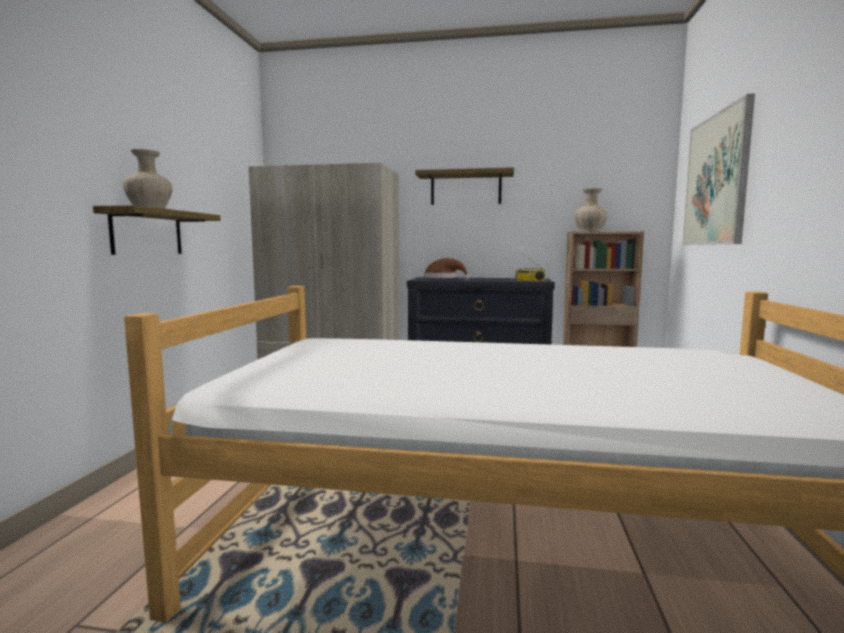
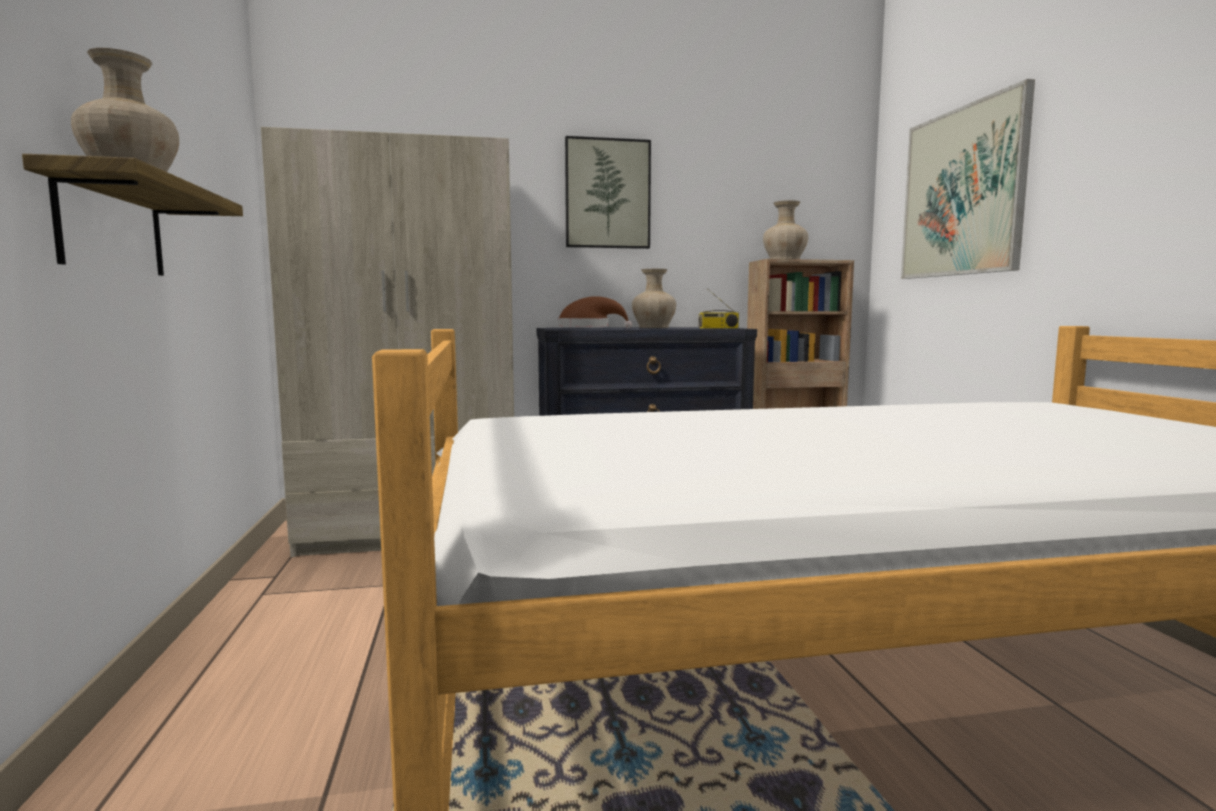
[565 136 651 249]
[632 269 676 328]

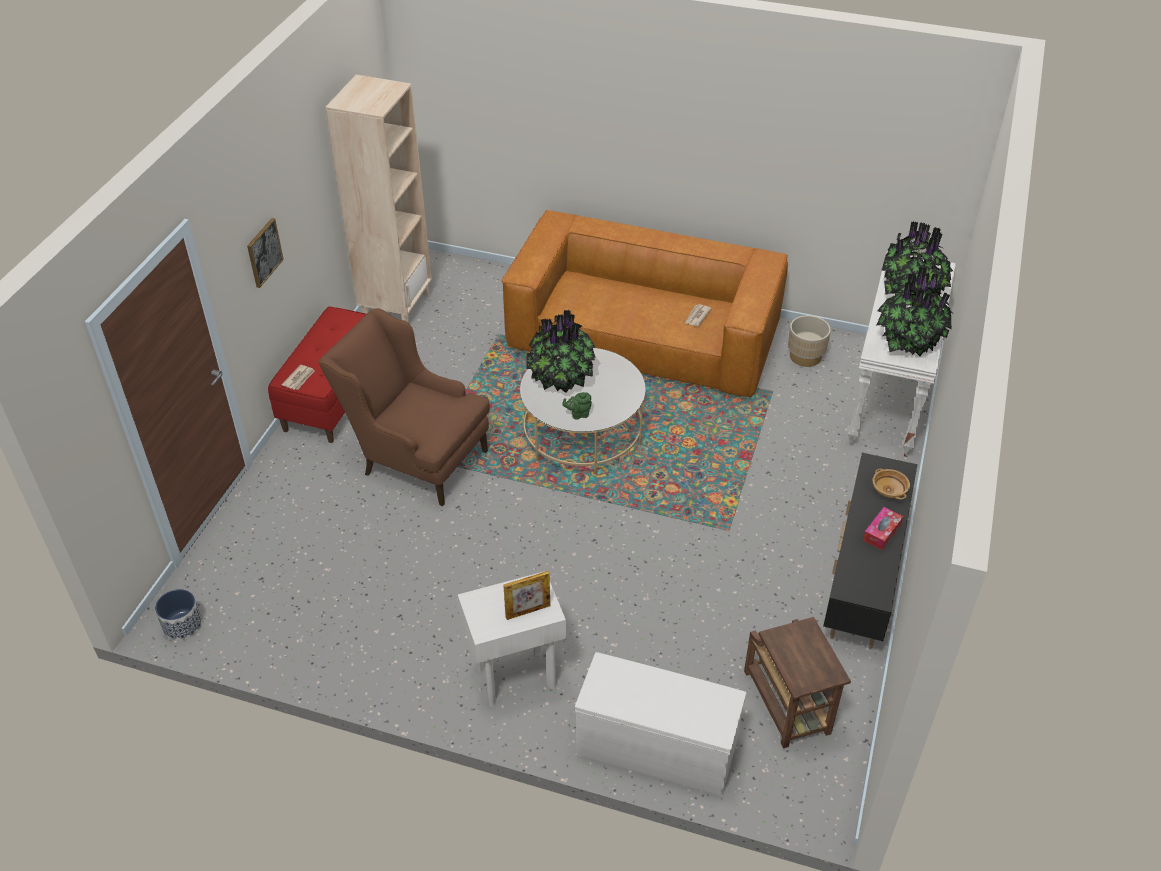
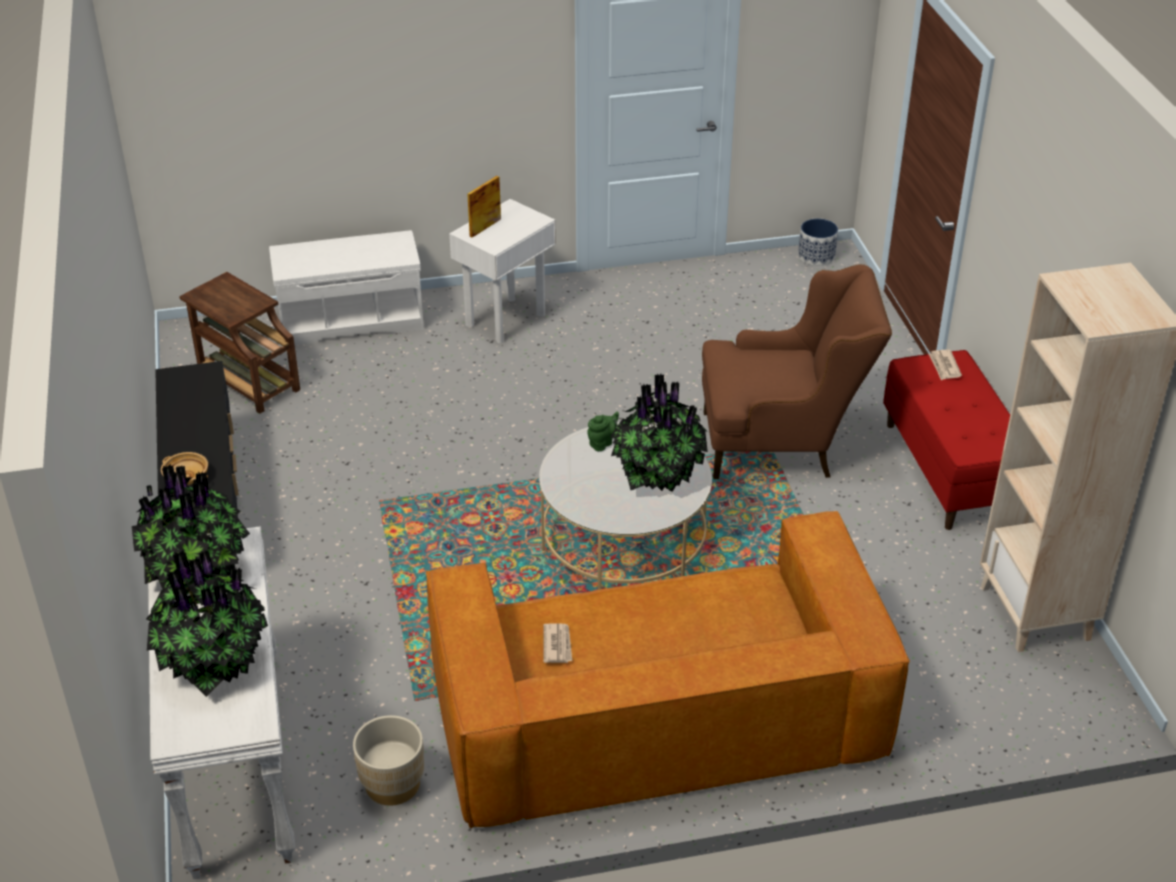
[247 218 284 288] (first image)
[863 507 903 550] (first image)

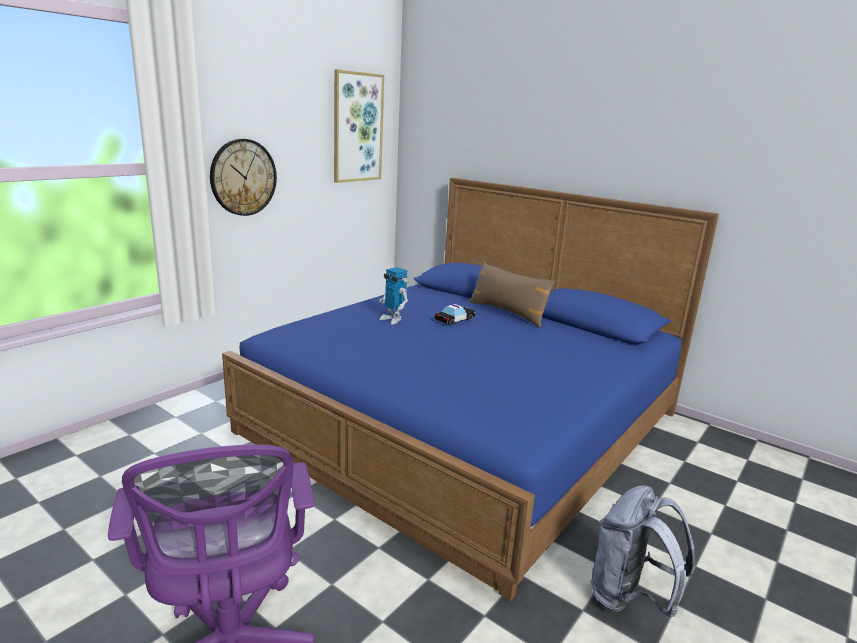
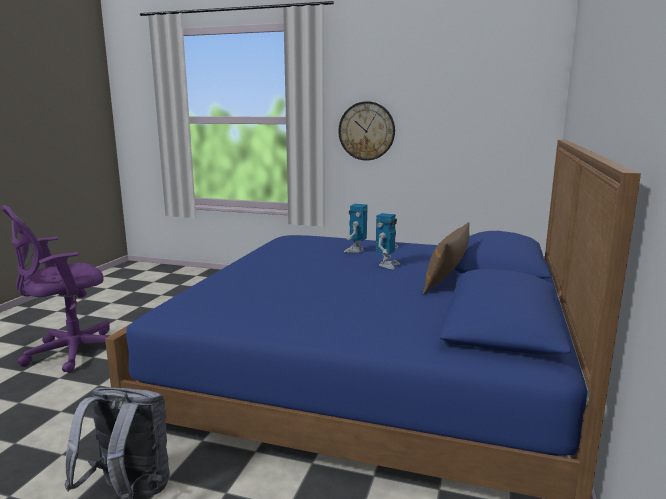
[376 213 401 269]
[334 69 384 183] (first image)

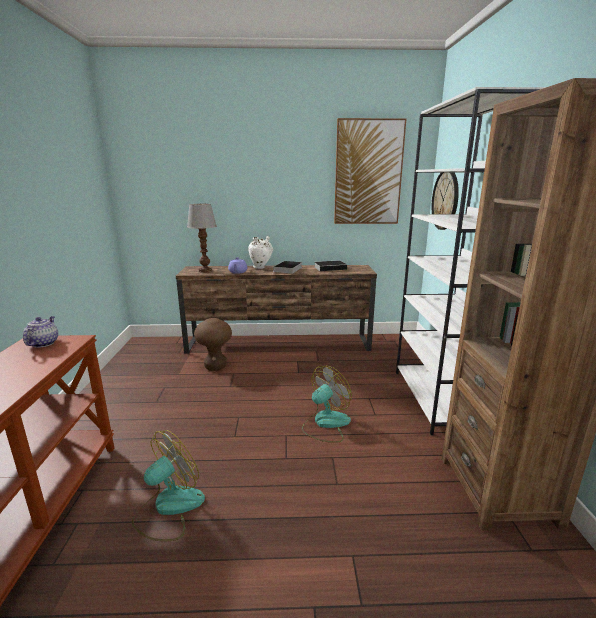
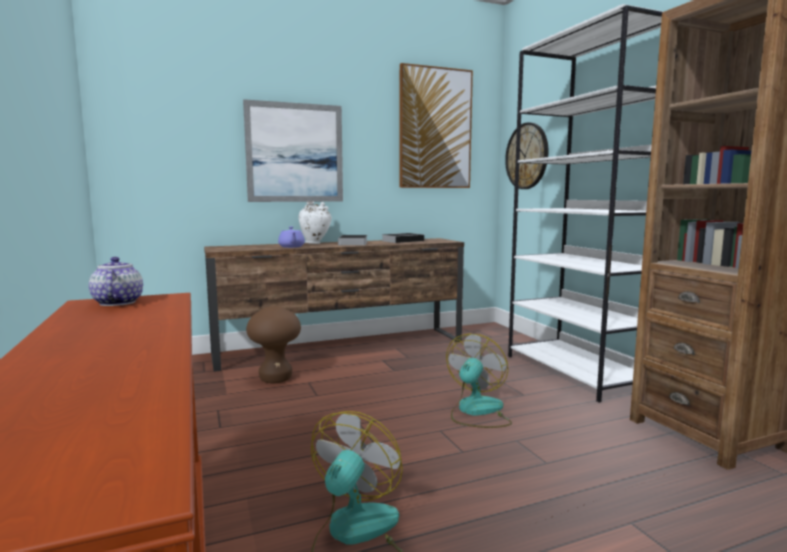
[243 99 343 202]
[187 204 217 273] (first image)

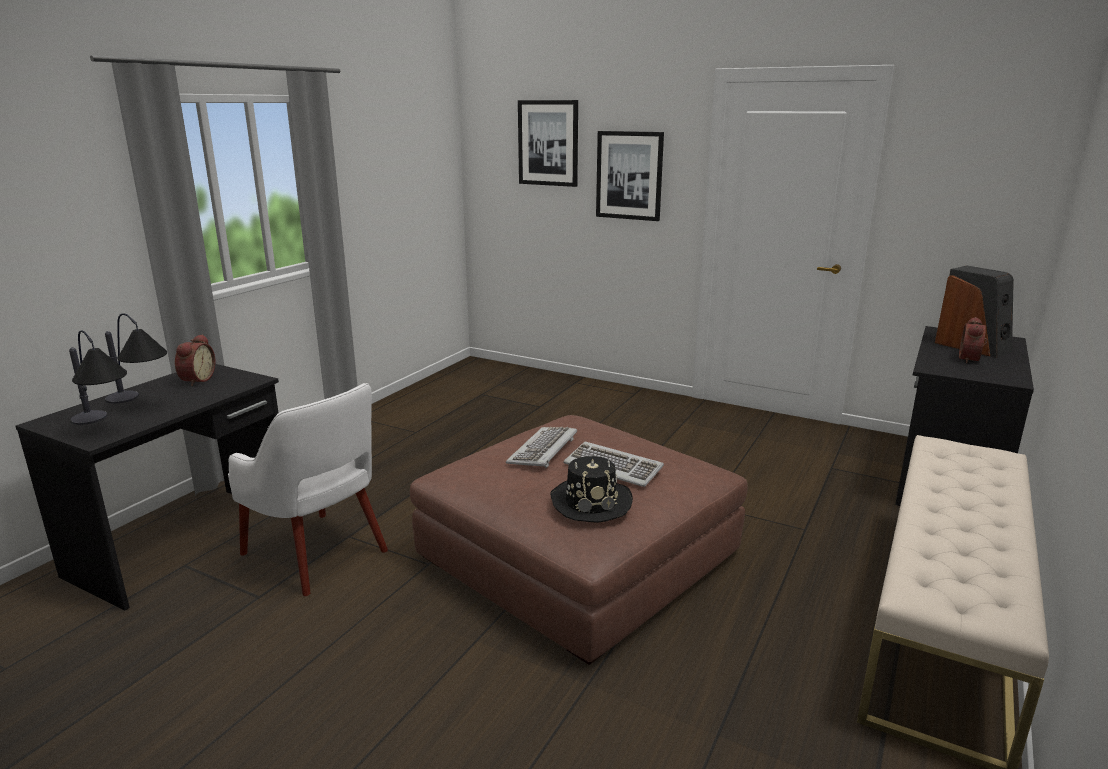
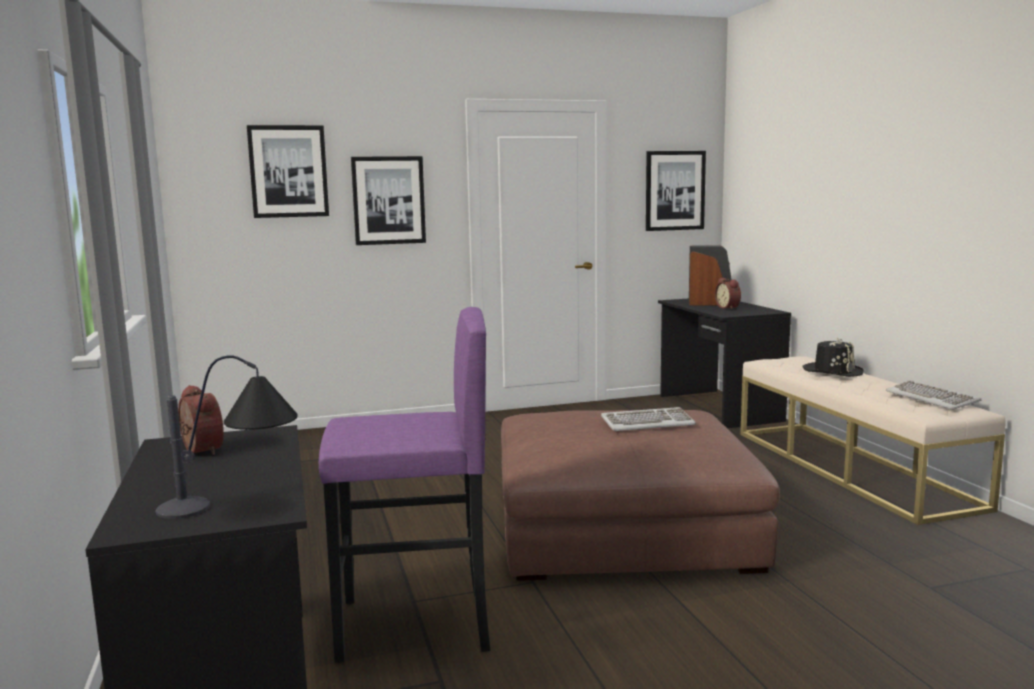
[319 307 490 663]
[646 151 706 231]
[802 338 864 377]
[886 380 981 410]
[105 313 167 404] (first image)

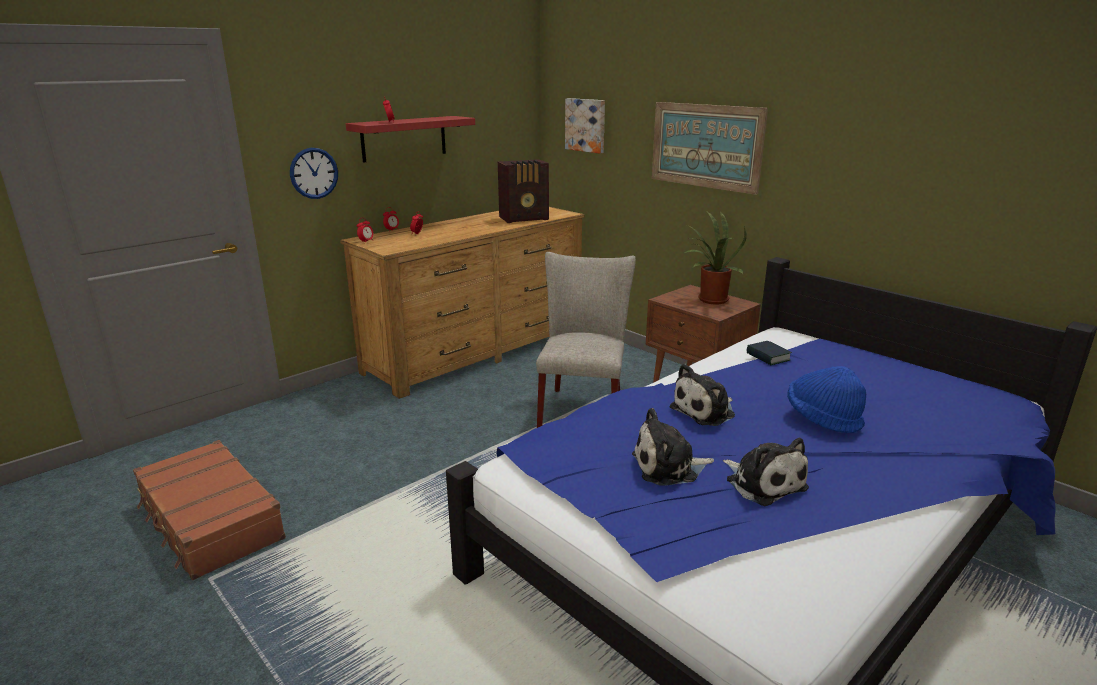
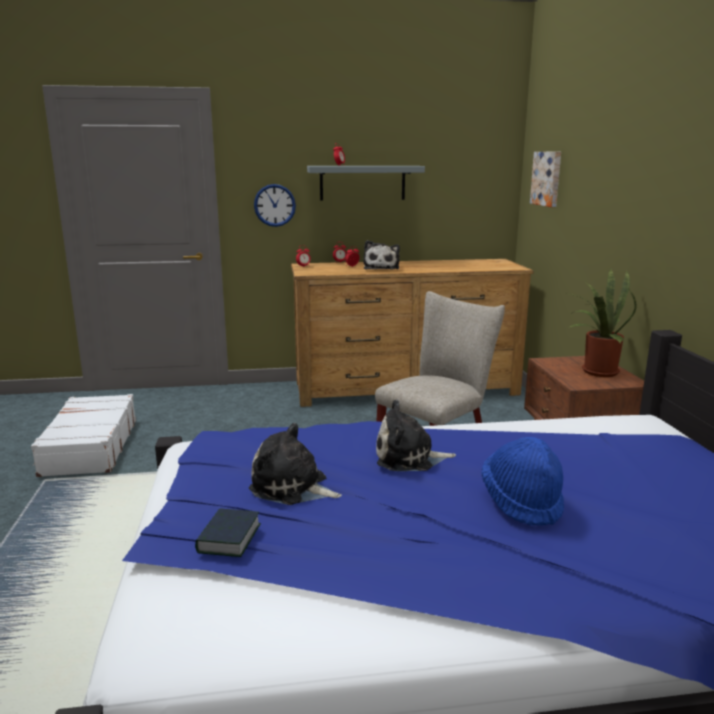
[31 394 136 477]
[195 508 261 557]
[307 166 425 200]
[363 240 400 270]
[498 159 549 223] (first image)
[652 102 768 195] (first image)

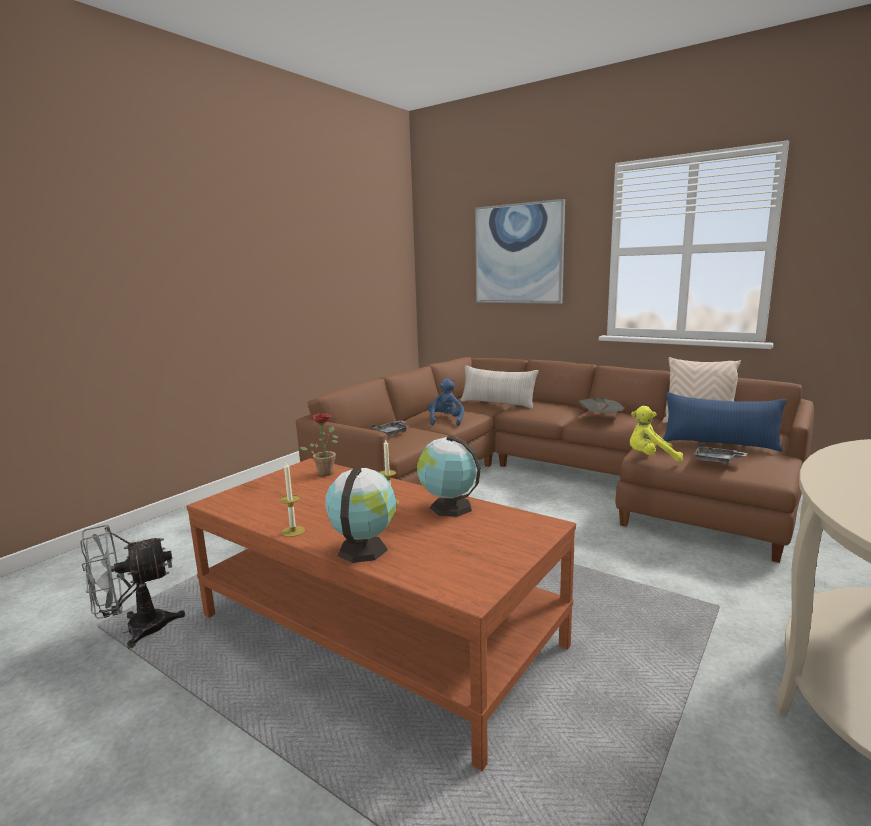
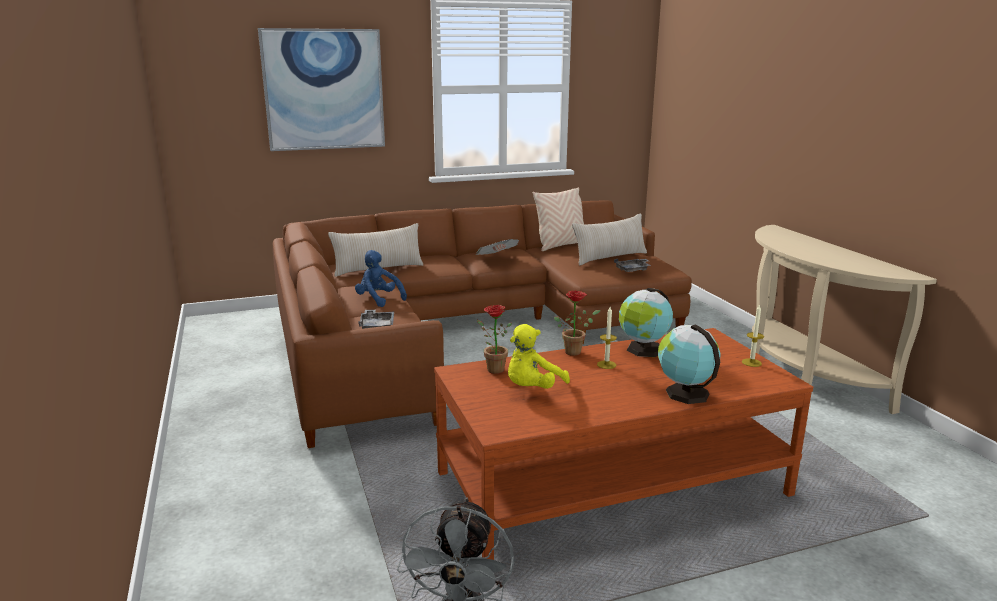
[508 324 570 389]
[554 290 601 356]
[572 213 647 265]
[742 304 764 367]

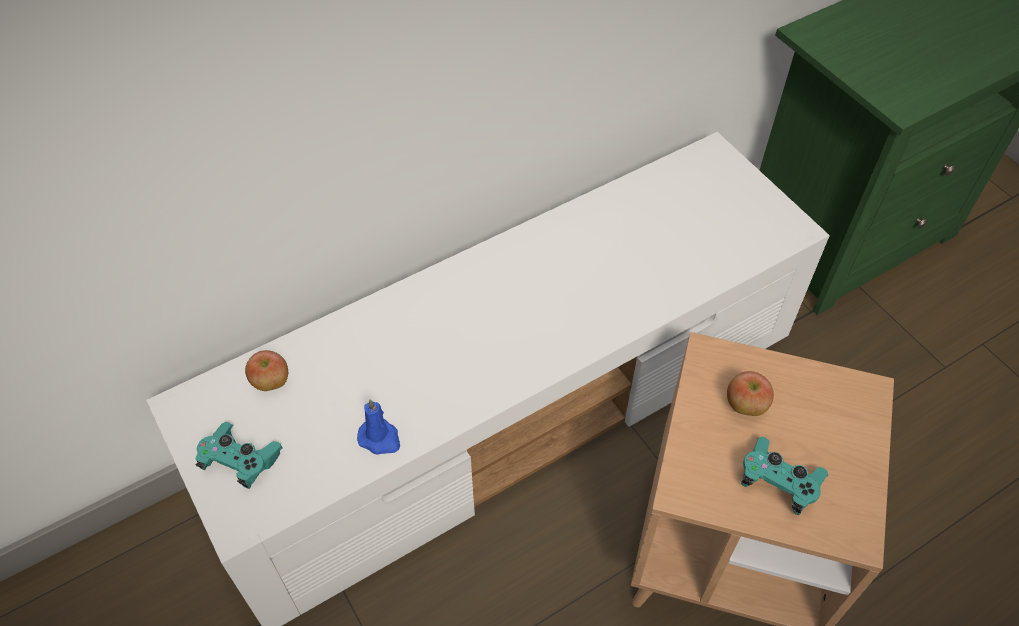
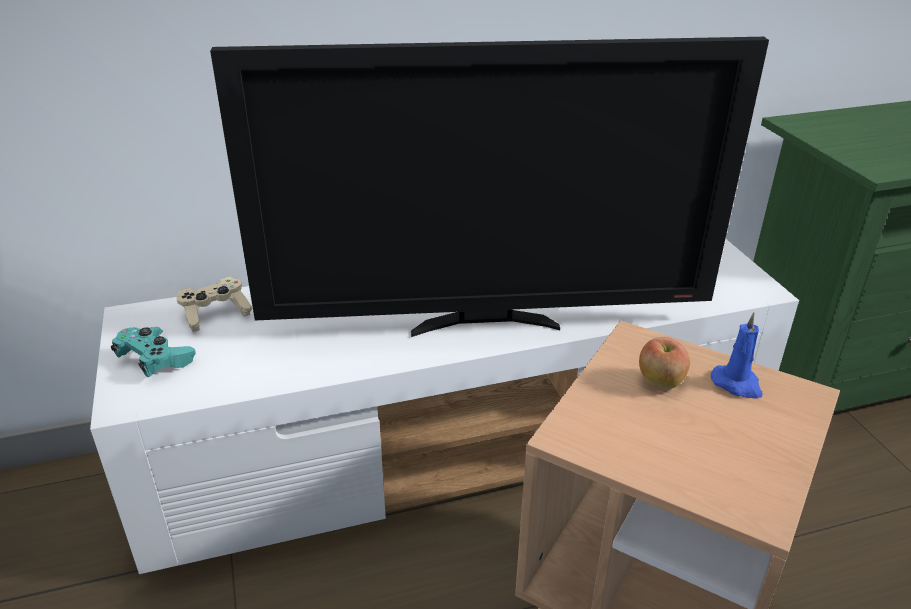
[176 277 253 332]
[210 37 769 337]
[711 312 763 399]
[741 437 828 515] (first image)

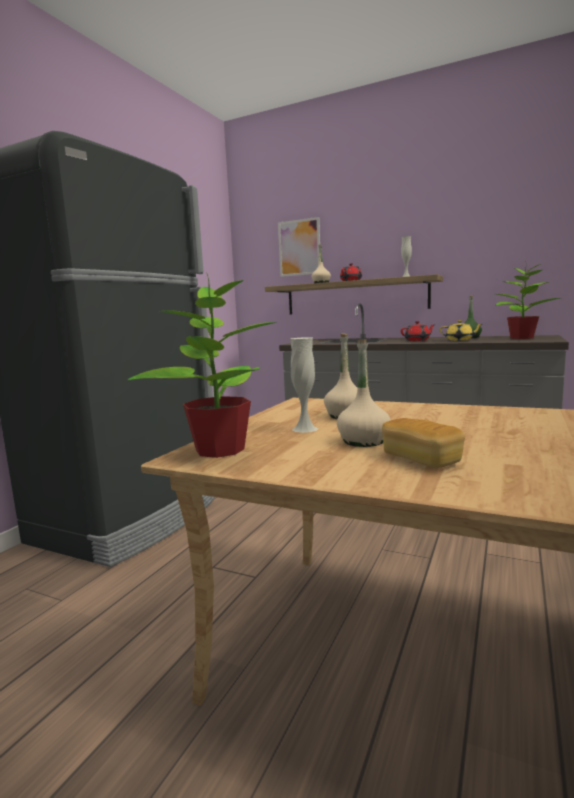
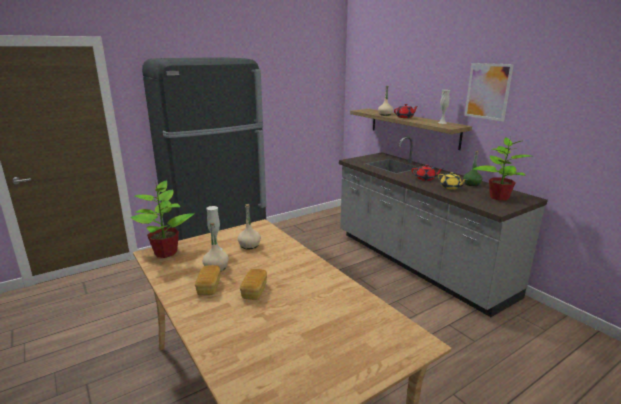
[240 269 267 300]
[465 63 514 121]

